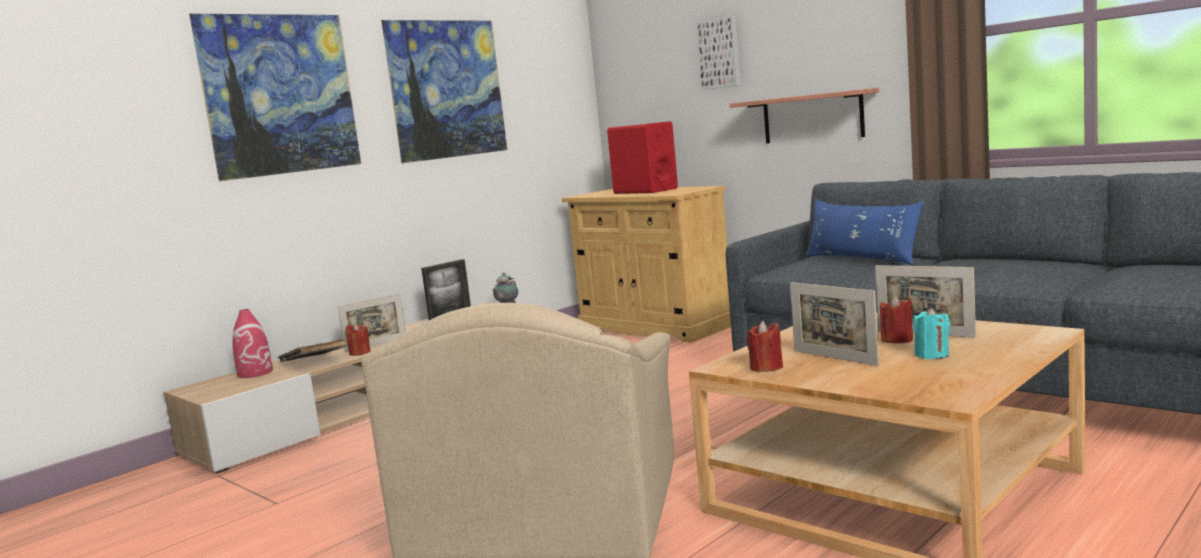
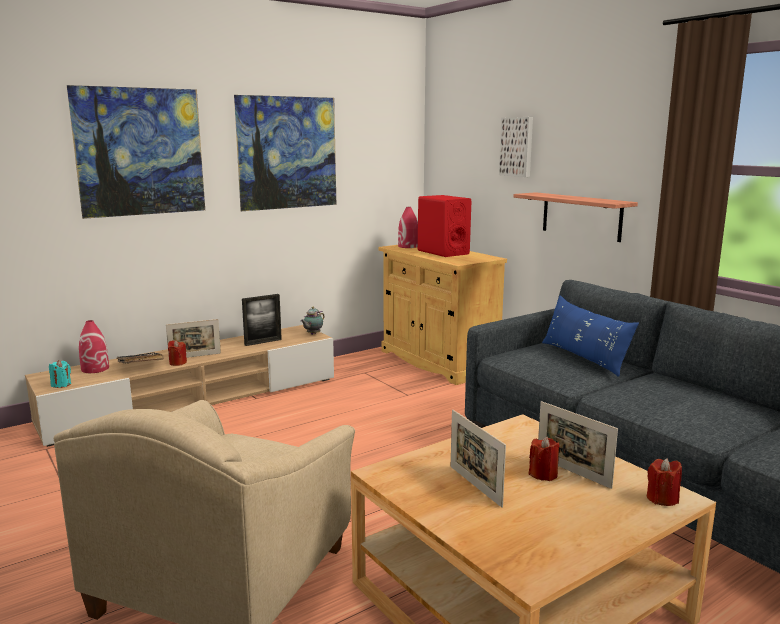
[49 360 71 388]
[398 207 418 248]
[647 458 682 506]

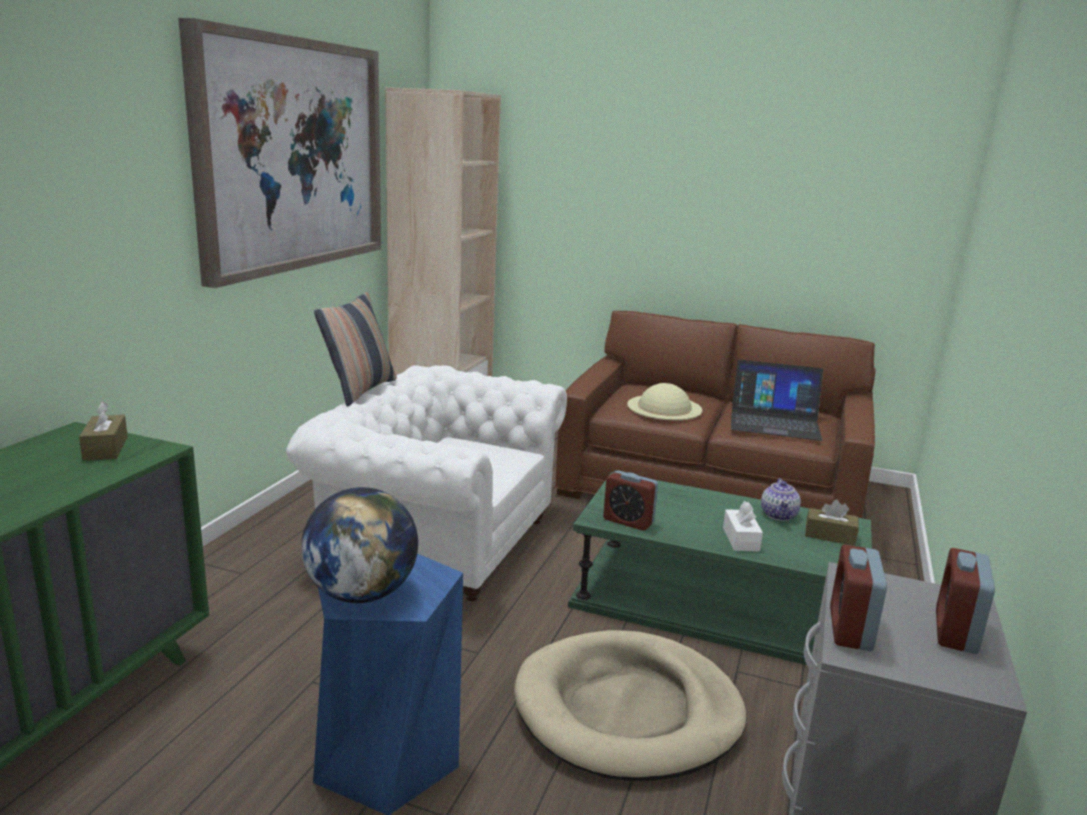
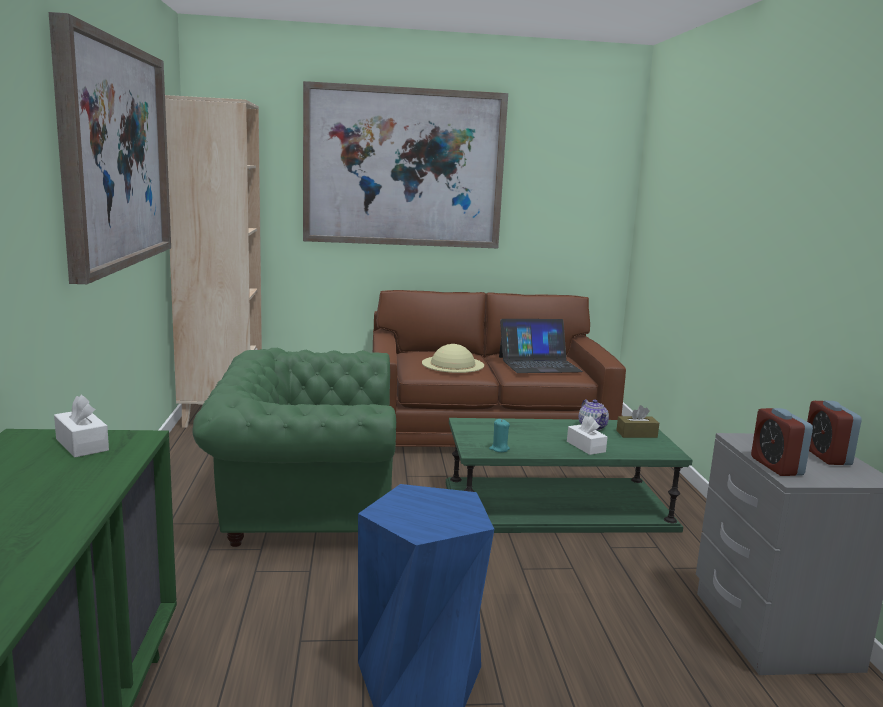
[54 395 109 457]
[192 348 396 547]
[303 81 508 248]
[489 419 510 452]
[301 487 418 603] (first image)
[314 292 397 407] (first image)
[514 630 746 781] (first image)

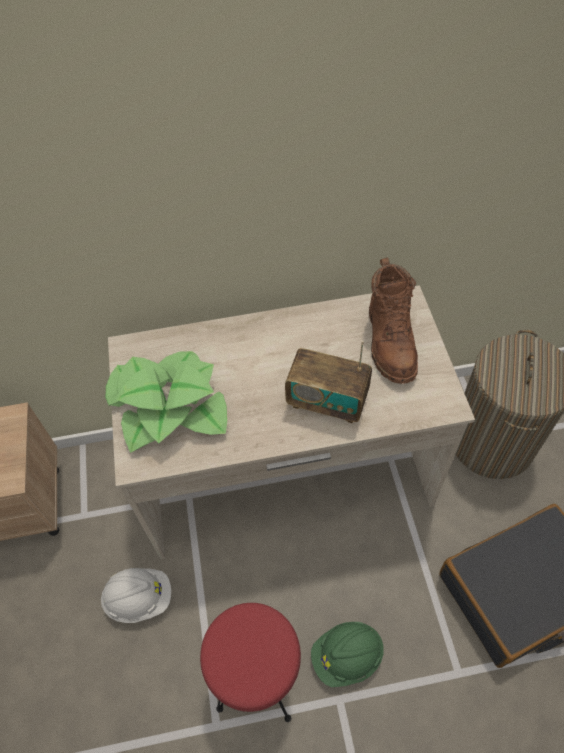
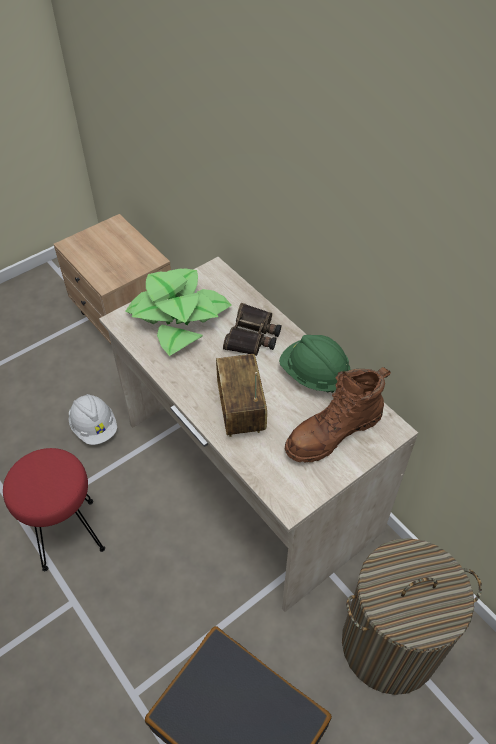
[223 303 281 356]
[279 335 351 393]

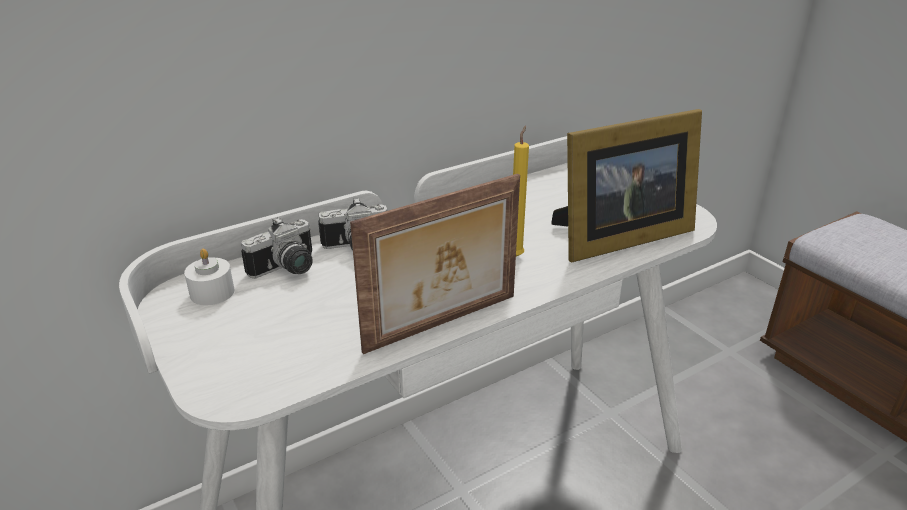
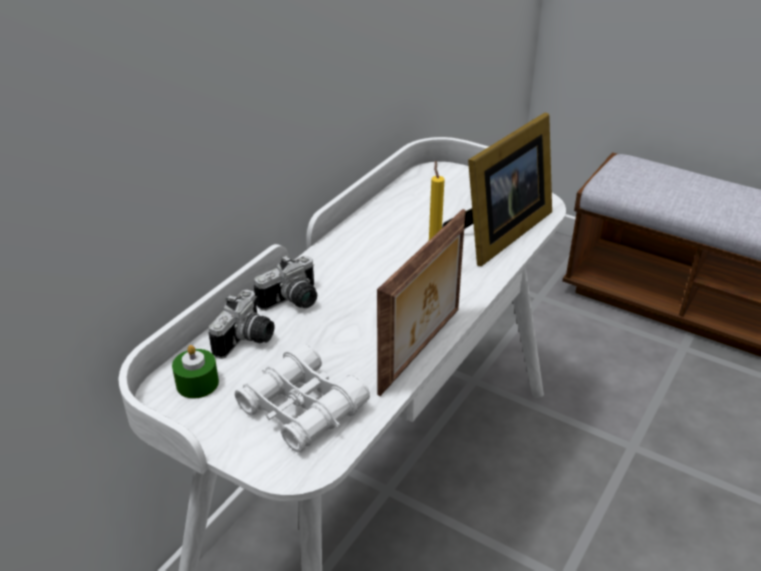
[172 345 219 399]
[235 343 370 453]

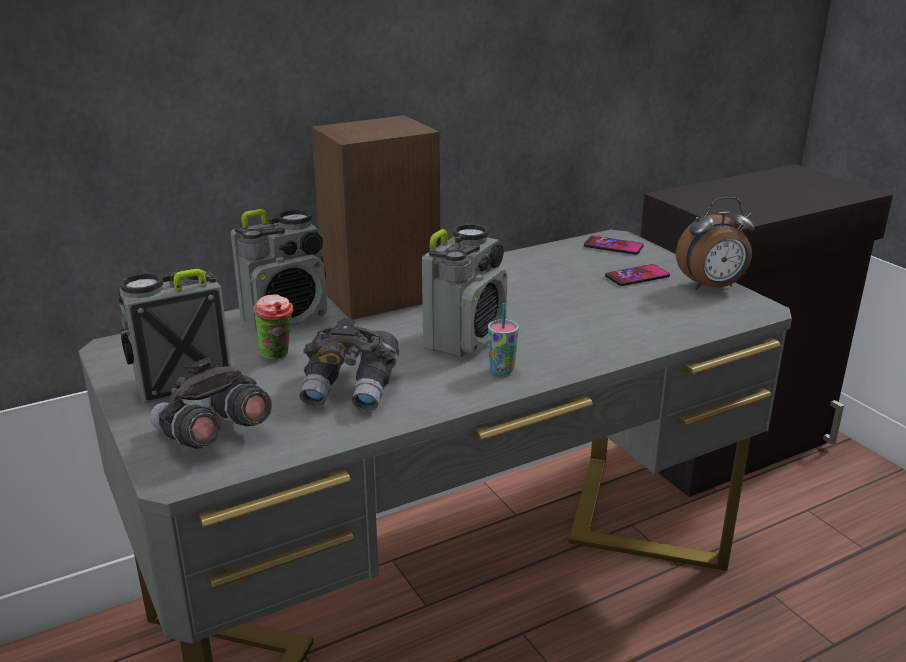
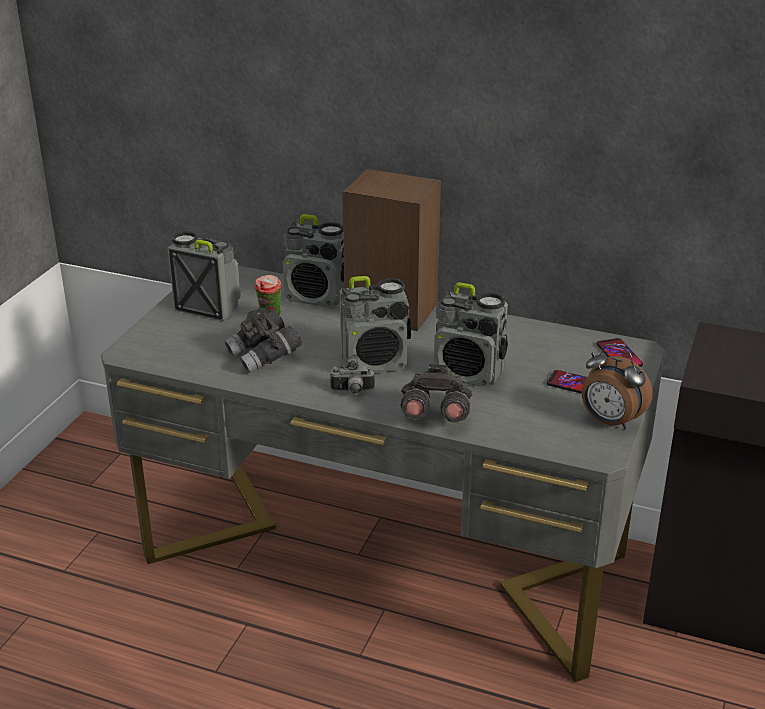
[330 354 375 394]
[401 364 472 423]
[434 283 508 387]

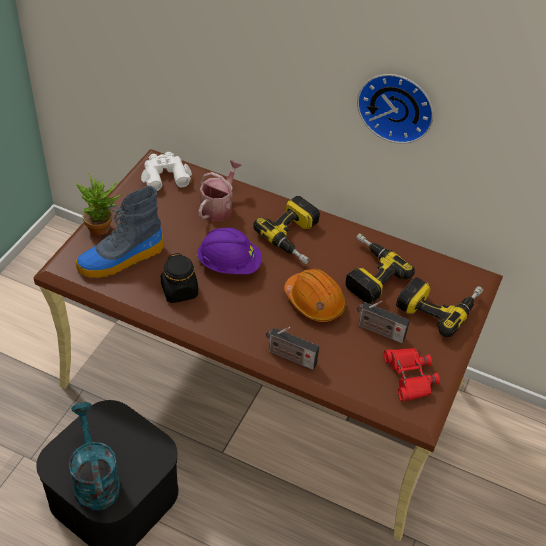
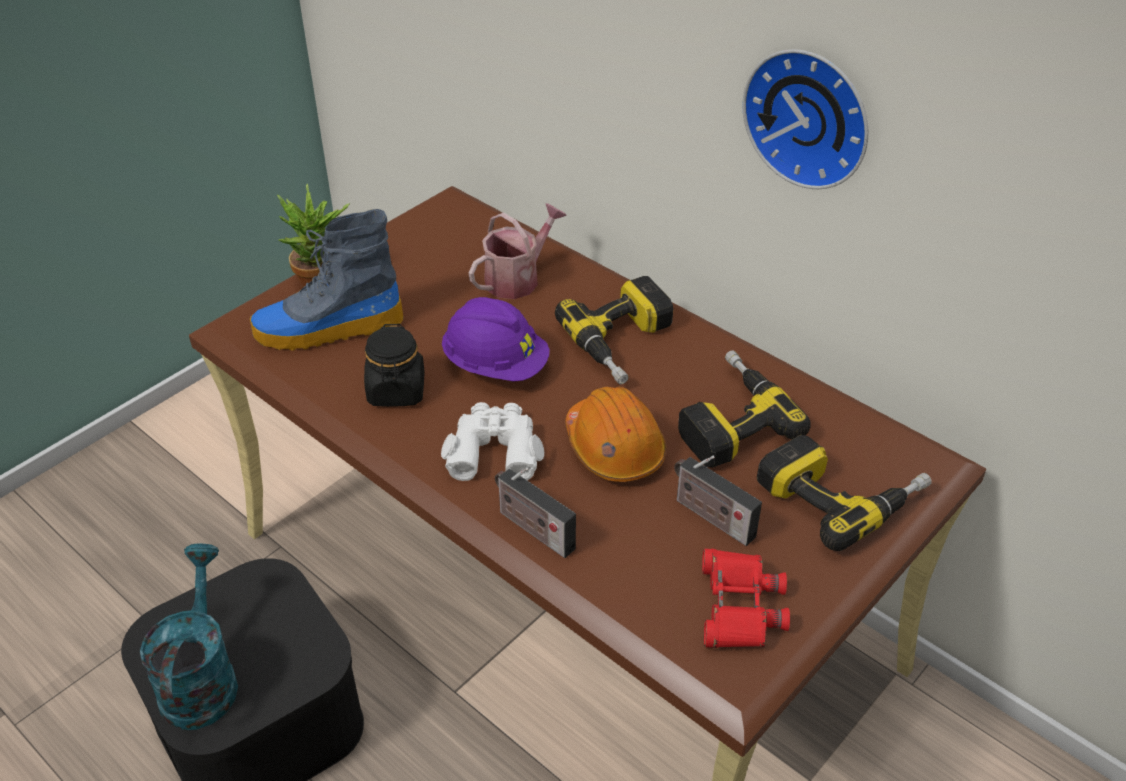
[441 402 544 481]

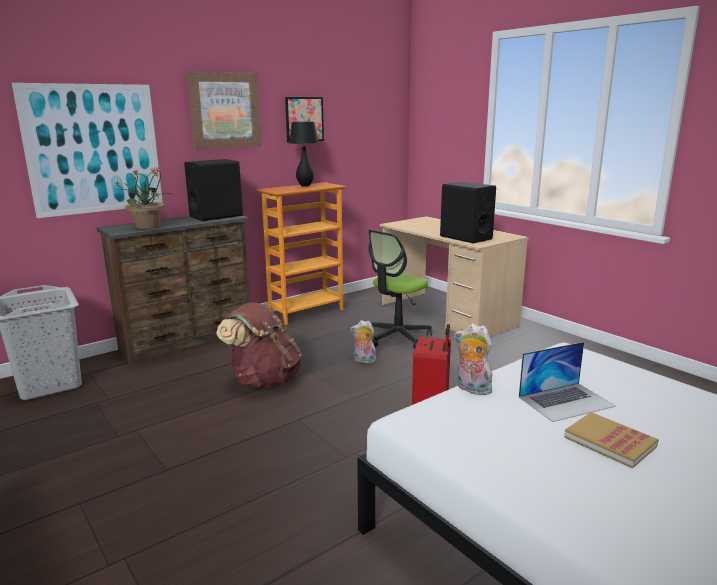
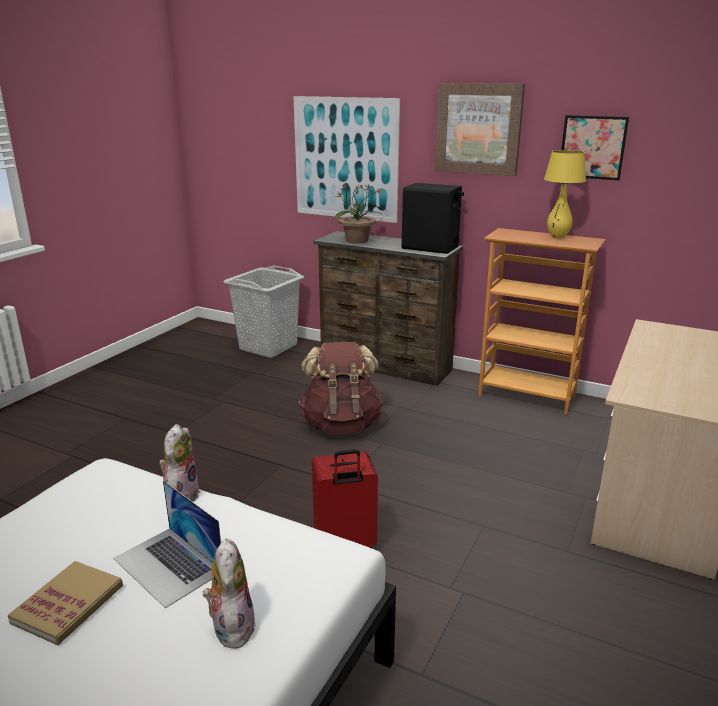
[202 539 256 649]
[544 150 586 239]
[368 230 432 349] (first image)
[440 182 496 243] (first image)

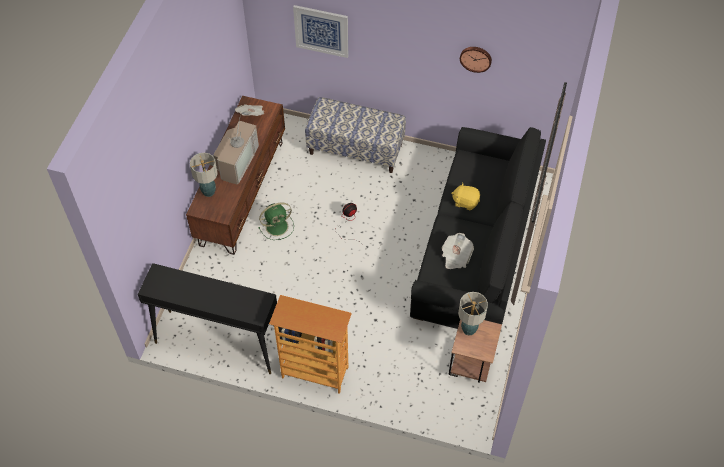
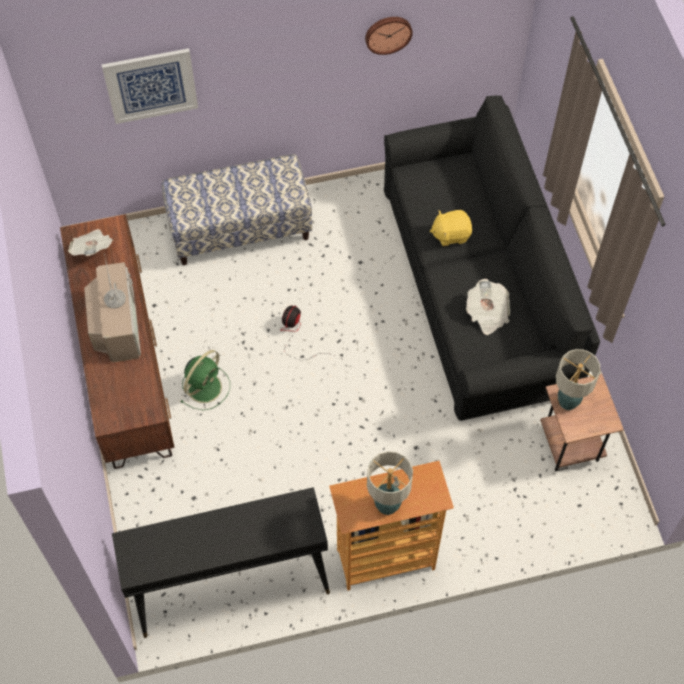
[367 451 413 515]

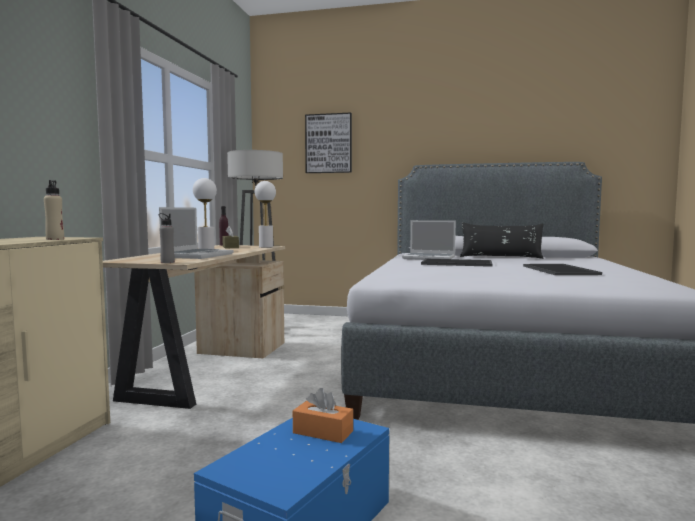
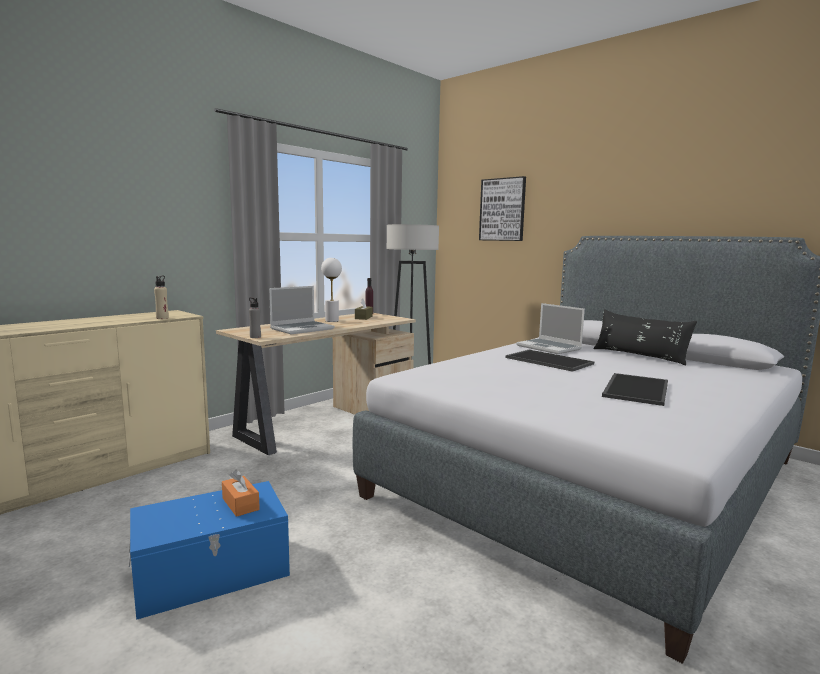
[255 181 276 248] (first image)

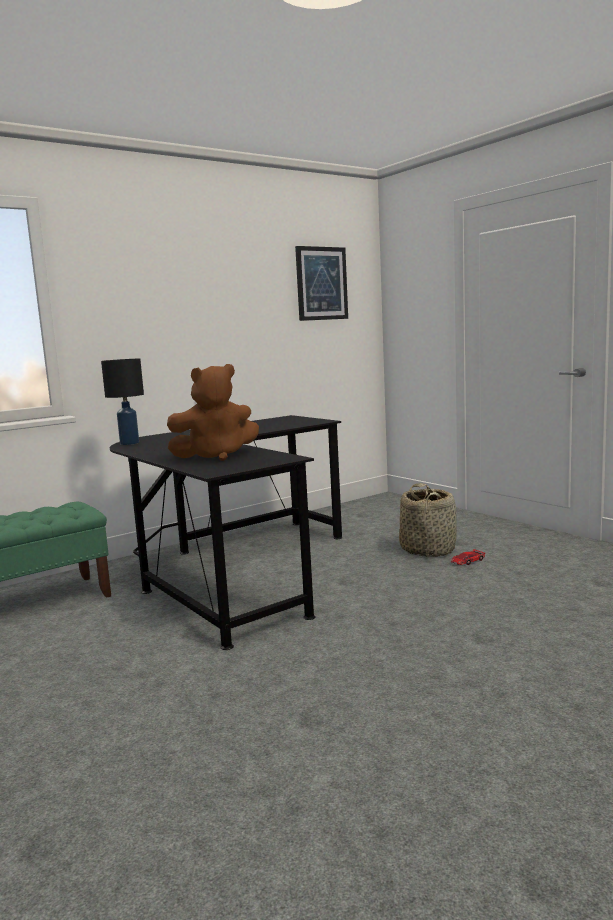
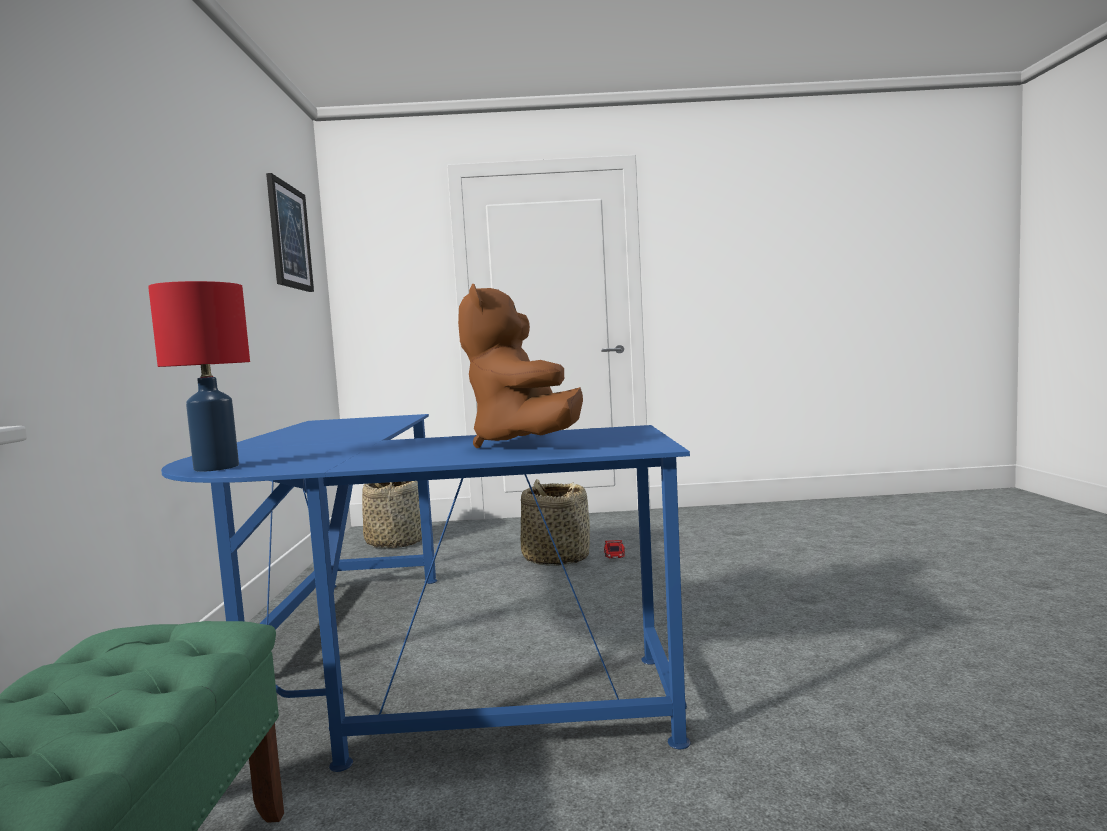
[148 281 250 472]
[161 414 690 772]
[362 481 422 548]
[458 283 583 448]

